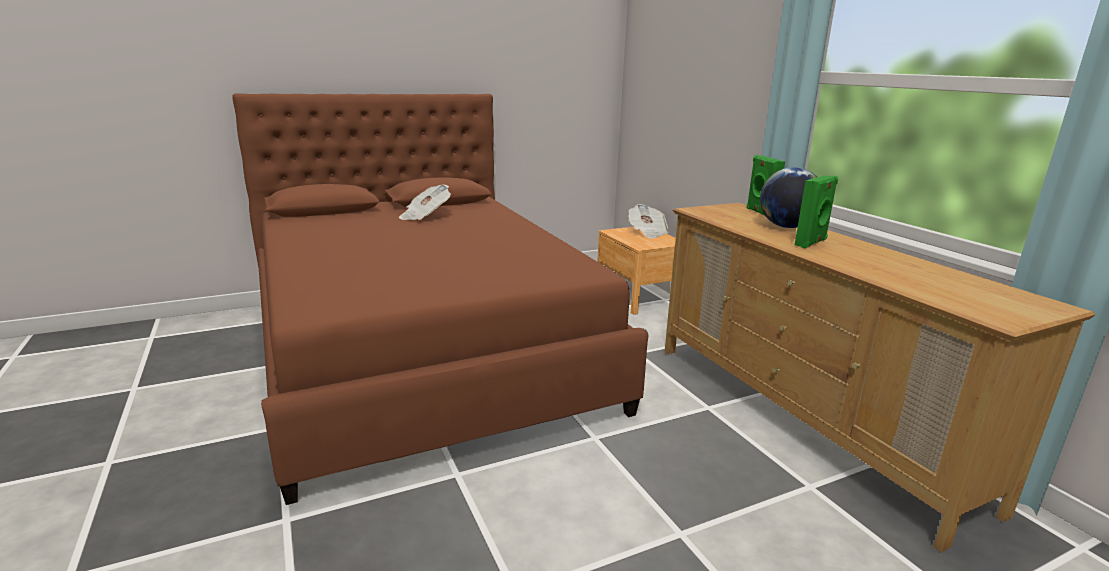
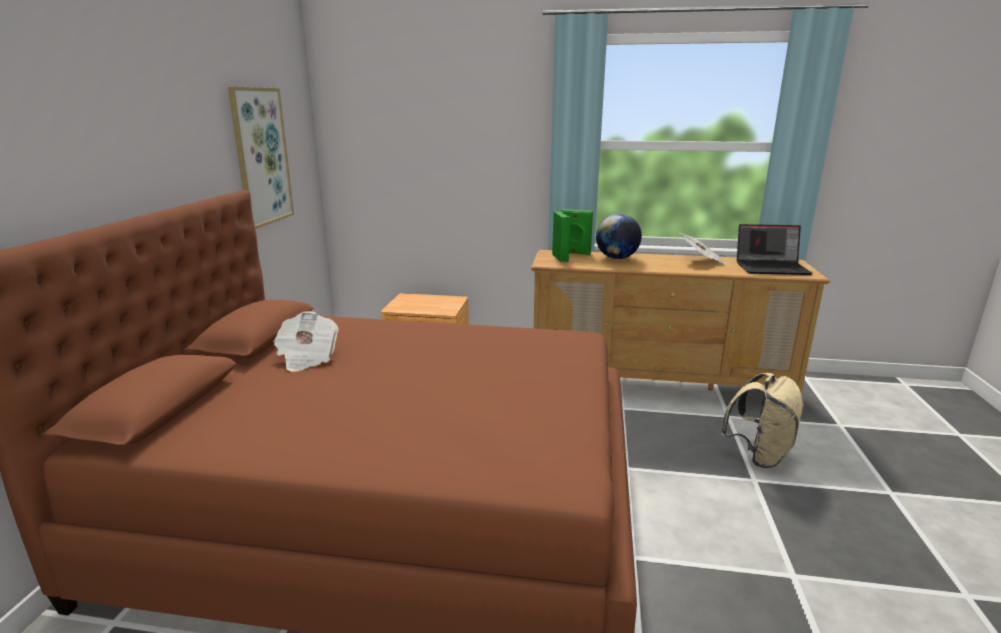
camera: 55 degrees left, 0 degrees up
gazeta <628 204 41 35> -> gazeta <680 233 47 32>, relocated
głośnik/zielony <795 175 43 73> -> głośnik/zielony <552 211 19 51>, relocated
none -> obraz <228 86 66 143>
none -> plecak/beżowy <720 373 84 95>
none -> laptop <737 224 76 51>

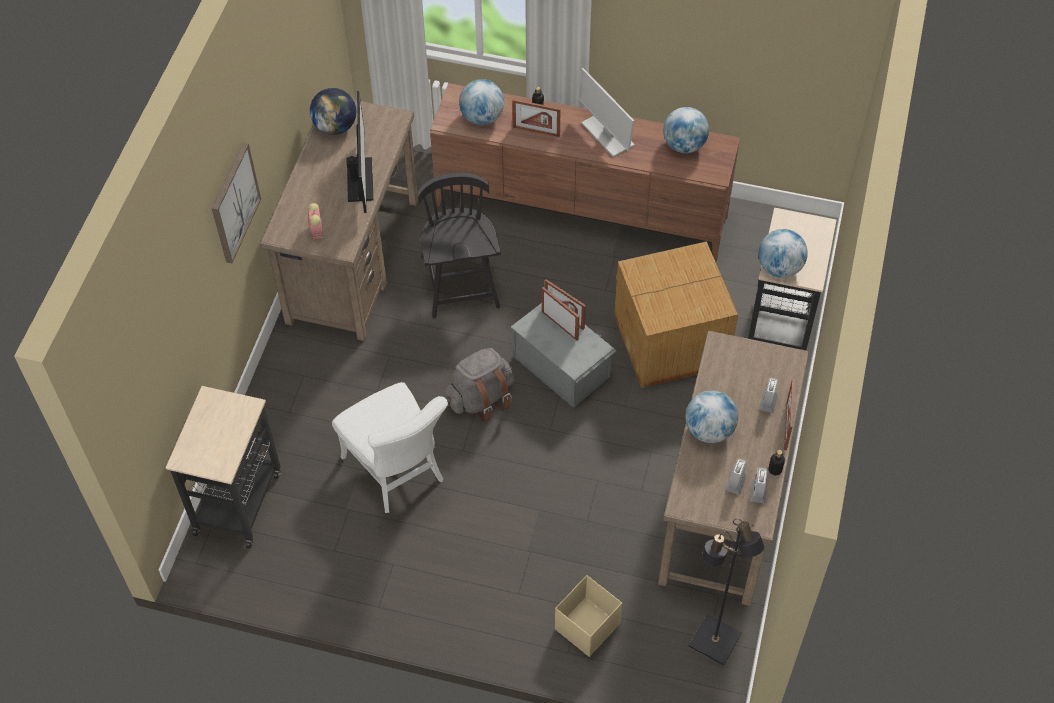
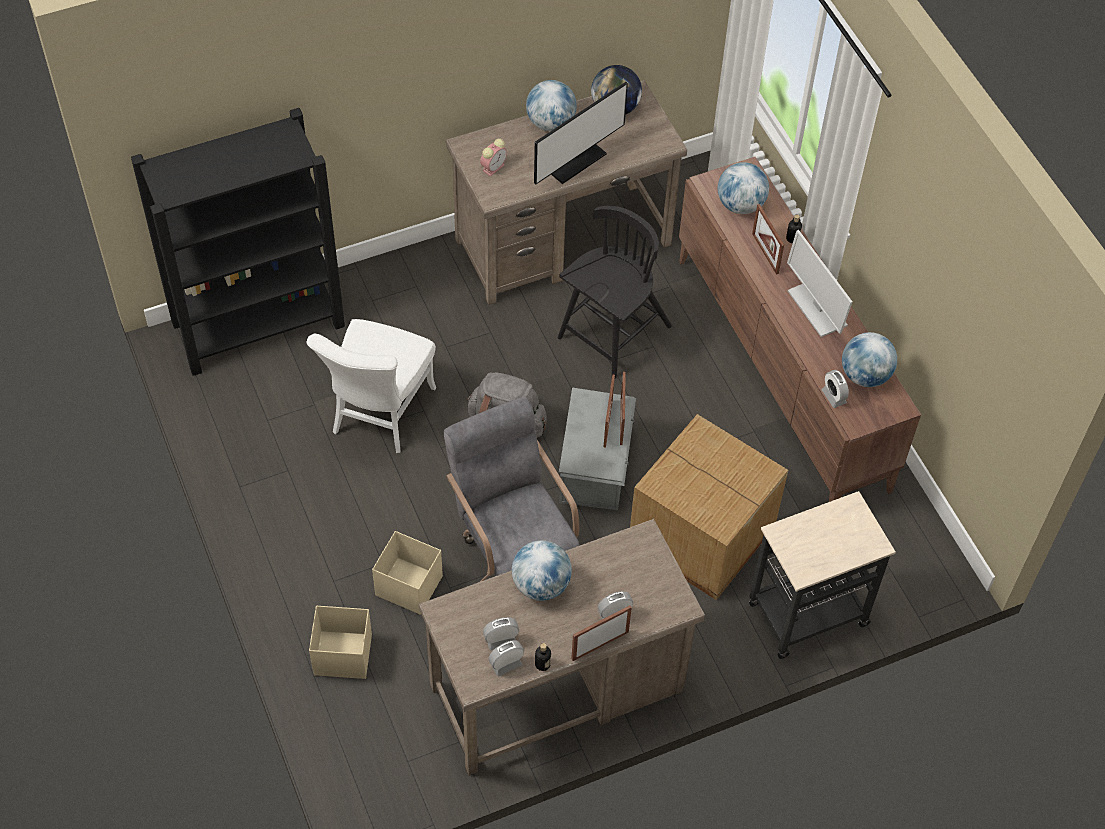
camera: 50 degrees right, 0 degrees up
wózek <165 386 117 163> -> regał/czarny <131 108 214 268>
obraz <212 143 49 120> -> none
monitor <578 68 57 89> -> monitor <787 230 65 107>, 45 degrees counterclockwise
lampa stojąca/czarny <689 518 75 147> -> none
globus <758 229 50 49> -> globus <526 80 51 51>, relocated
none -> pojemnik do przechowywania/beżowy <372 531 71 84>
none -> krzesło biurowe/szary <443 397 137 185>
none -> budzik <821 370 28 38>

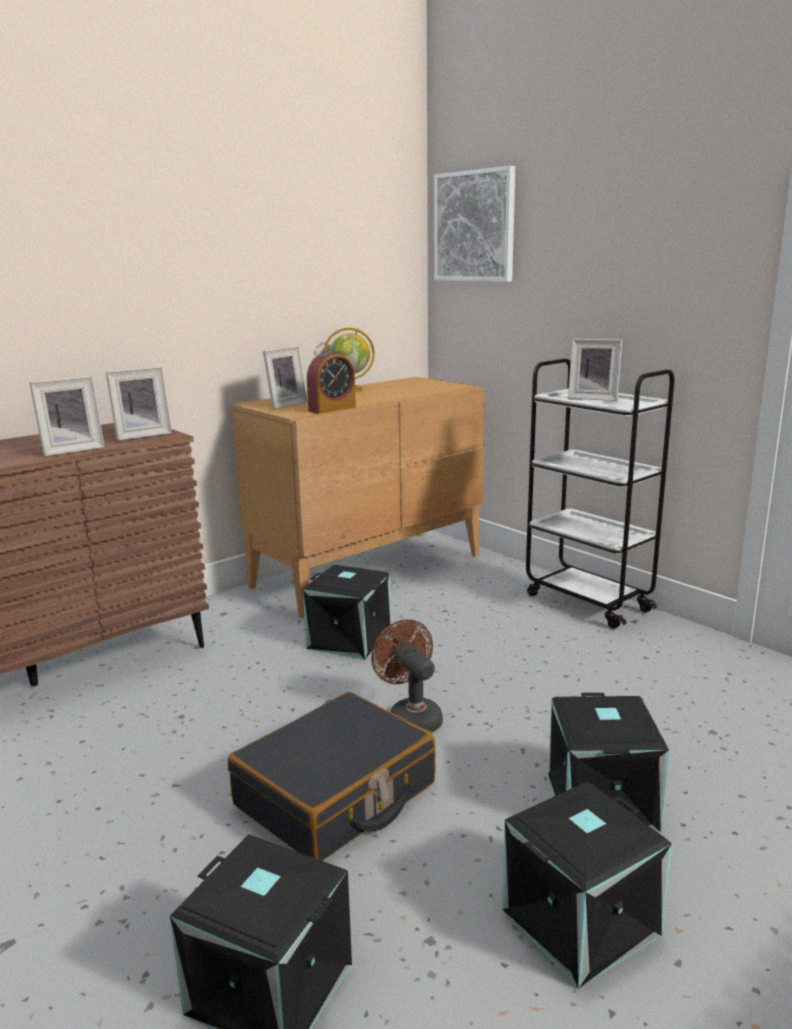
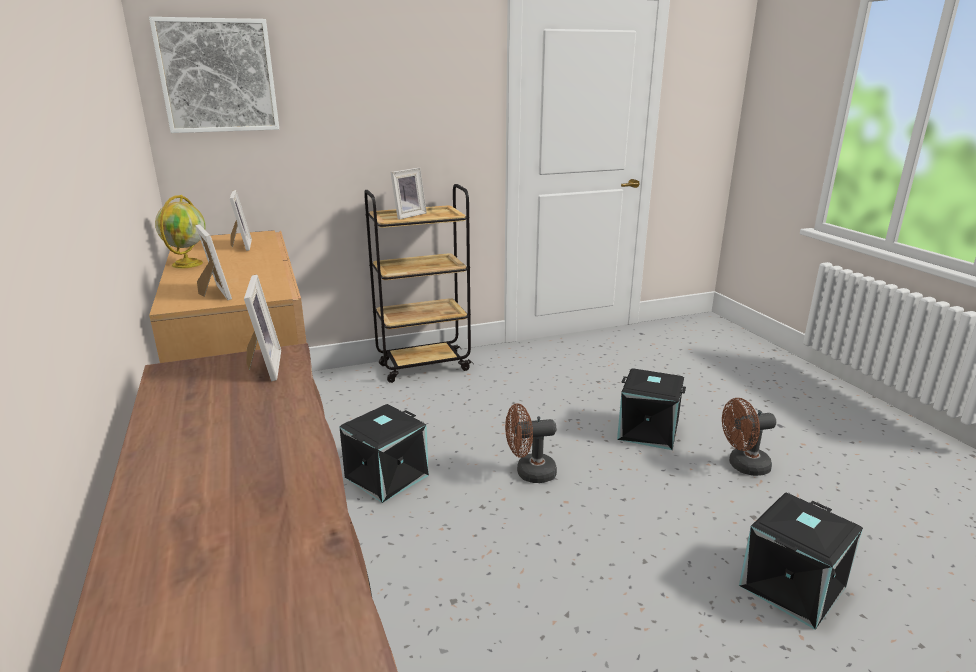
camera: 70 degrees left, 5 degrees up
ramka na zdjęcie <29 376 76 81> -> ramka na zdjęcie <229 190 23 61>, relocated
walizka/czarny <228 692 208 169> -> none
budzik <307 350 49 64> -> none
pojemnik do przechowywania/czarny <502 781 170 208> -> wentylator/brązowy <722 398 54 78>
wózek/biały <526 359 148 270> -> wózek/brązowy <364 184 109 199>

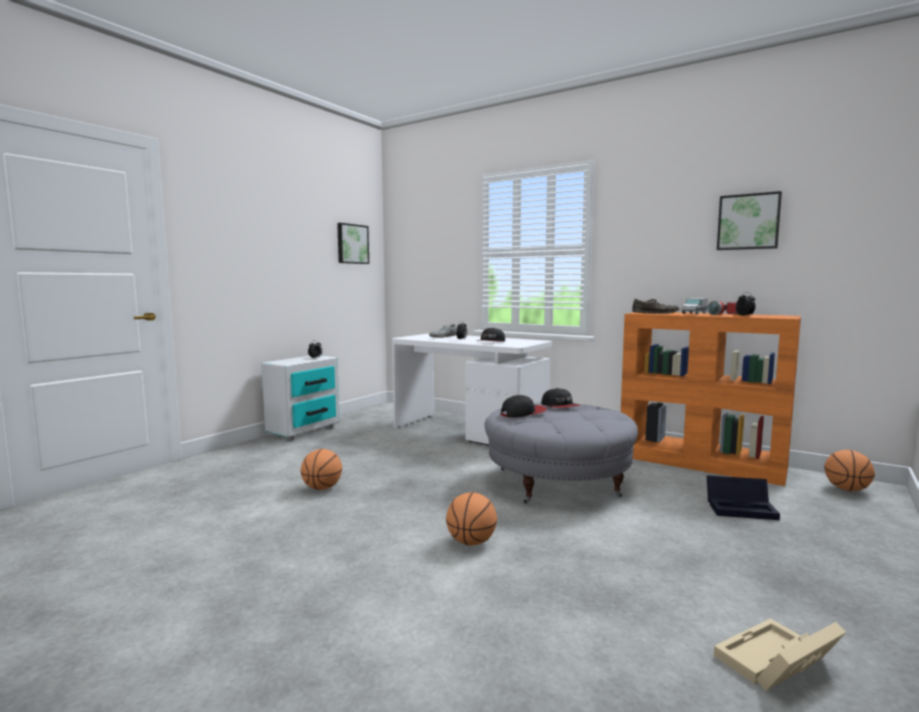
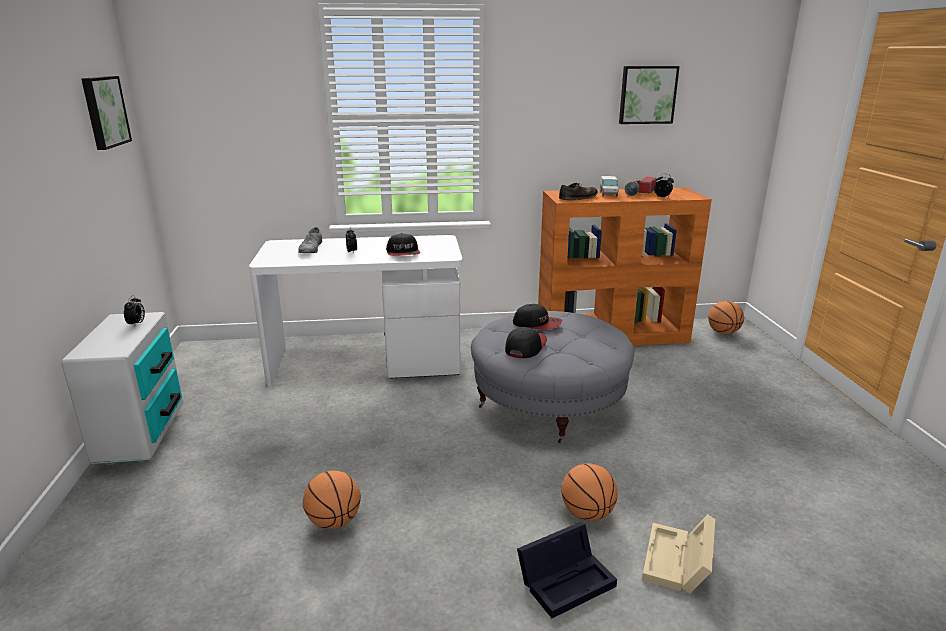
camera: 40 degrees left, 15 degrees up
pojemnik do przechowywania/czarny <707 476 73 44> -> pojemnik do przechowywania/czarny <517 522 100 96>, relocated
pojemnik do przechowywania/beżowy <714 619 132 72> -> pojemnik do przechowywania/beżowy <642 514 73 79>, relocated

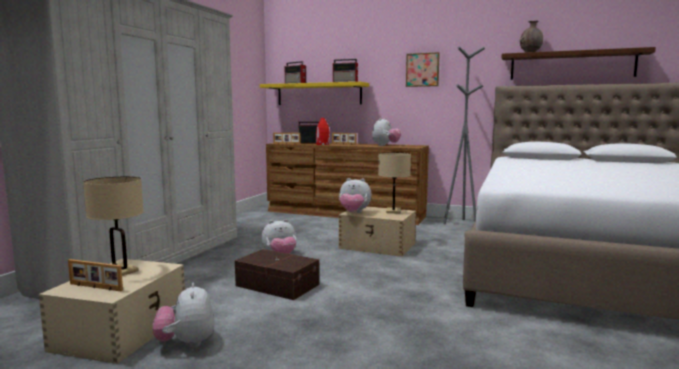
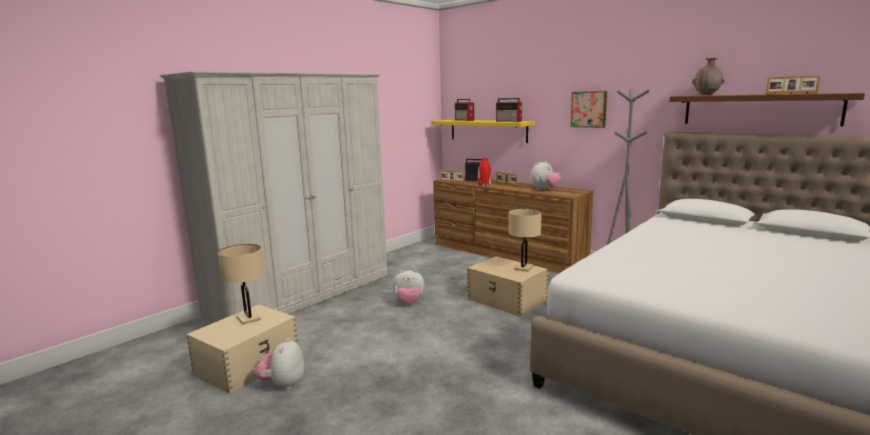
camera: 20 degrees right, 5 degrees up
ramka na zdjęcie <68 259 55 32> -> ramka na zdjęcie <766 76 54 19>, relocated
pojemnik do przechowywania/brązowy <235 249 84 51> -> none
pluszak <339 178 33 35> -> none

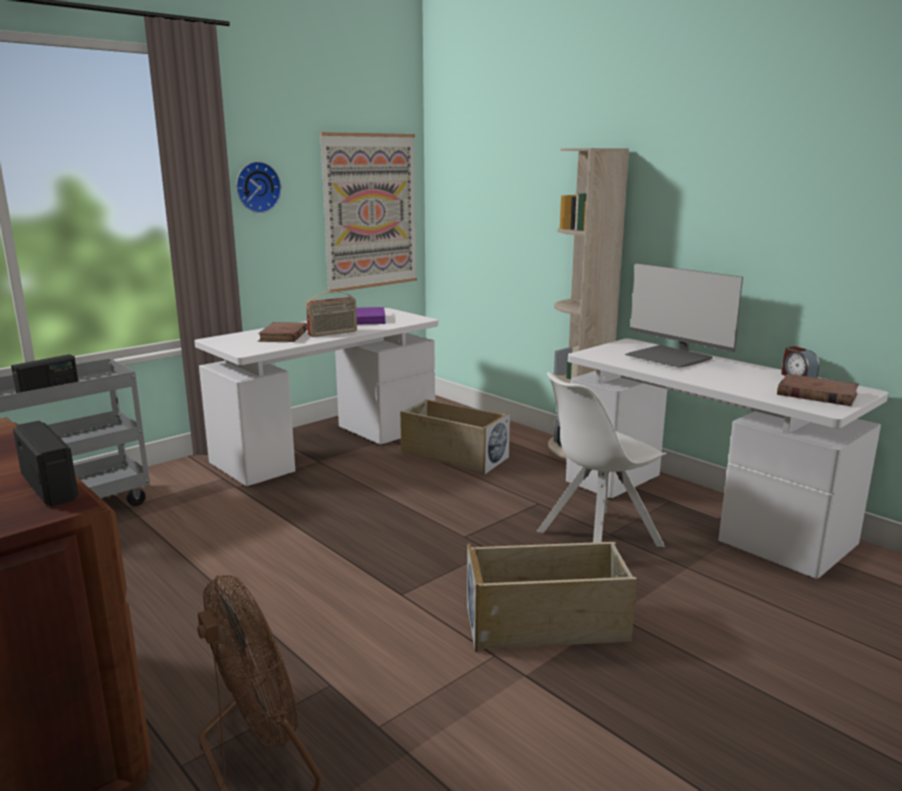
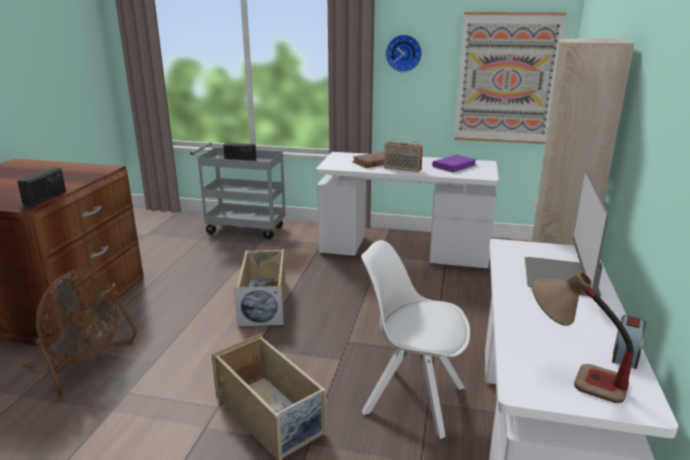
camera: 55 degrees right, 5 degrees up
pojemnik do przechowywania/beżowy <400 399 110 75> -> pojemnik do przechowywania/beżowy <234 249 52 78>, relocated
książka/brązowy <777 374 82 32> -> lampa stołowa <532 272 102 131>

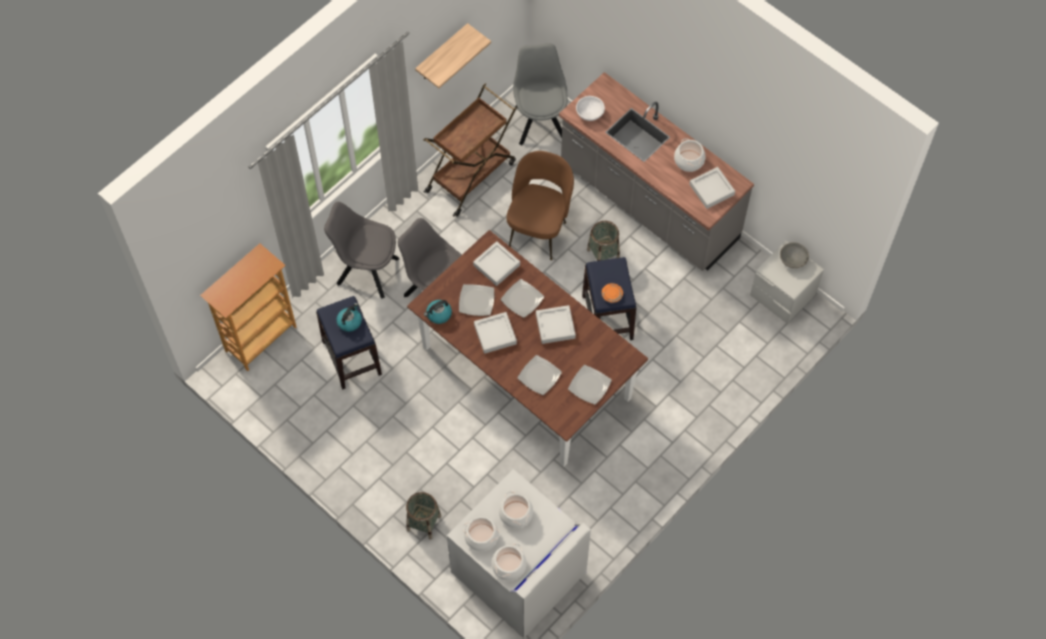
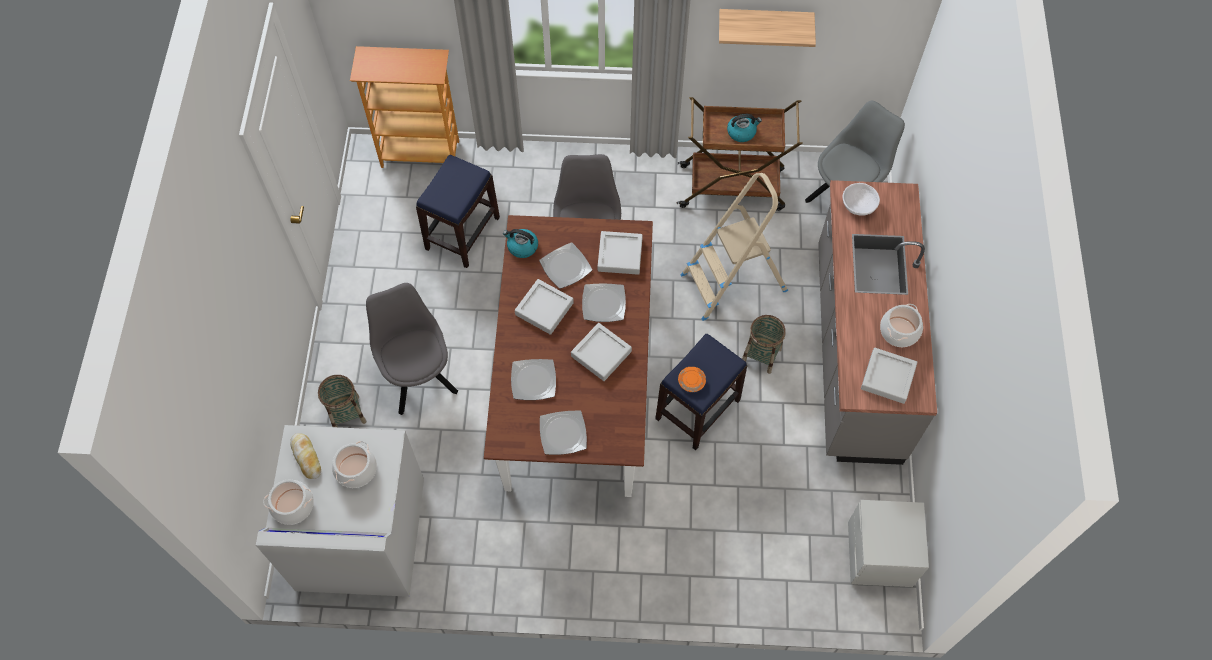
camera: 50 degrees right, 0 degrees up
krzesło/szary <324 202 75 96> -> krzesło/szary <366 283 92 132>, relocated
czajnik <336 303 26 29> -> czajnik <727 114 35 28>, relocated
garnek <463 516 37 36> -> chleb <290 433 31 46>
krzesło/brązowy <506 151 68 109> -> drabinka/beżowy <681 173 107 148>
miska/szary <780 242 29 26> -> none

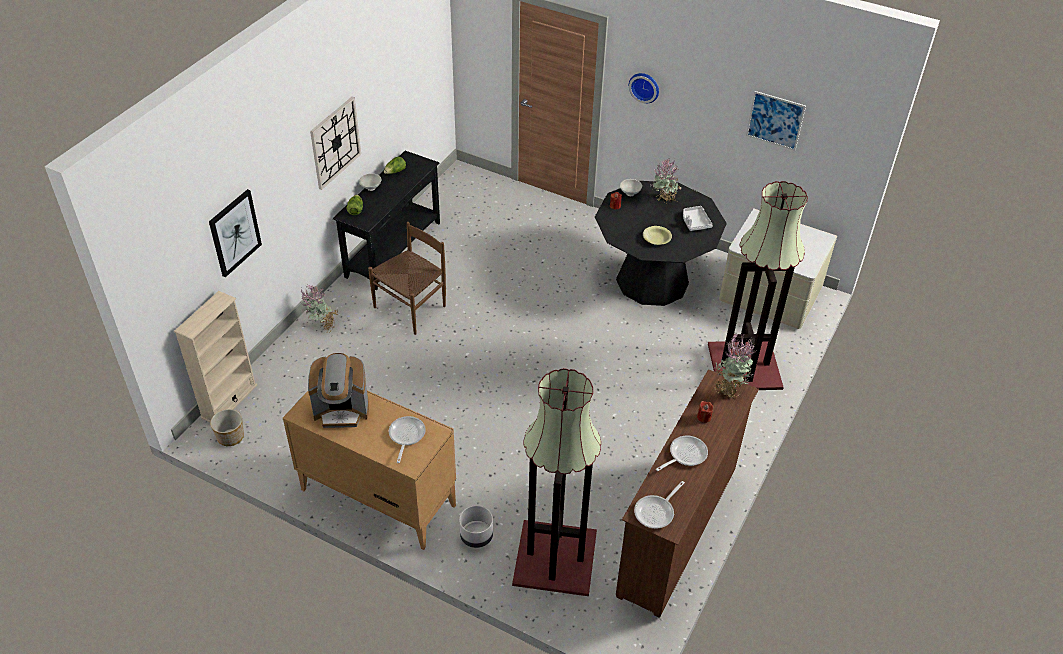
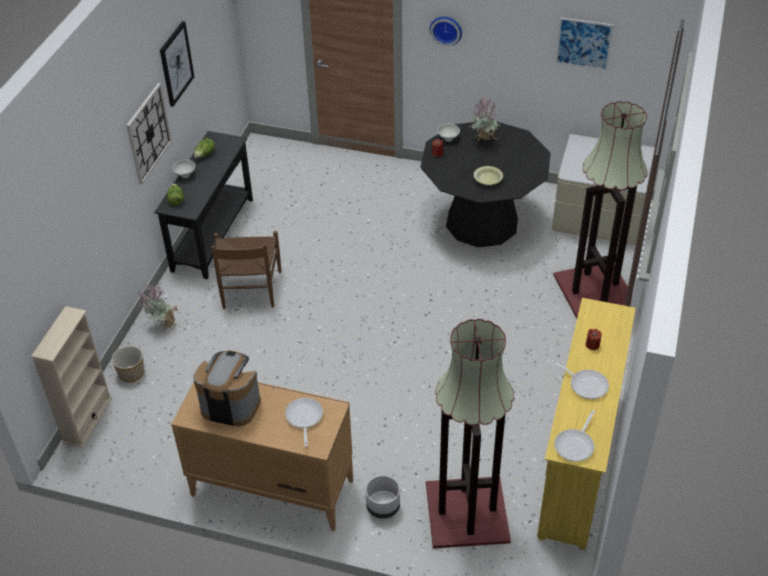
camera: 10 degrees left, 0 degrees up
obraz <209 189 53 88> -> obraz <160 21 34 86>, relocated
donica <210 409 34 37> -> donica <112 346 32 36>, relocated
ekspres do kawy <308 353 61 75> -> ekspres do kawy <193 351 68 75>, 150 degrees counterclockwise
krzesło/brązowy <368 222 78 113> -> krzesło/brązowy <212 231 69 78>, 150 degrees clockwise
komoda/brązowy <616 369 143 249> -> komoda/żółty <537 298 99 252>
patelnia <656 436 52 35> -> patelnia <551 360 58 39>, 90 degrees clockwise
taca/szary <683 206 30 25> -> none
roślina doniczkowa <714 332 42 67> -> none

